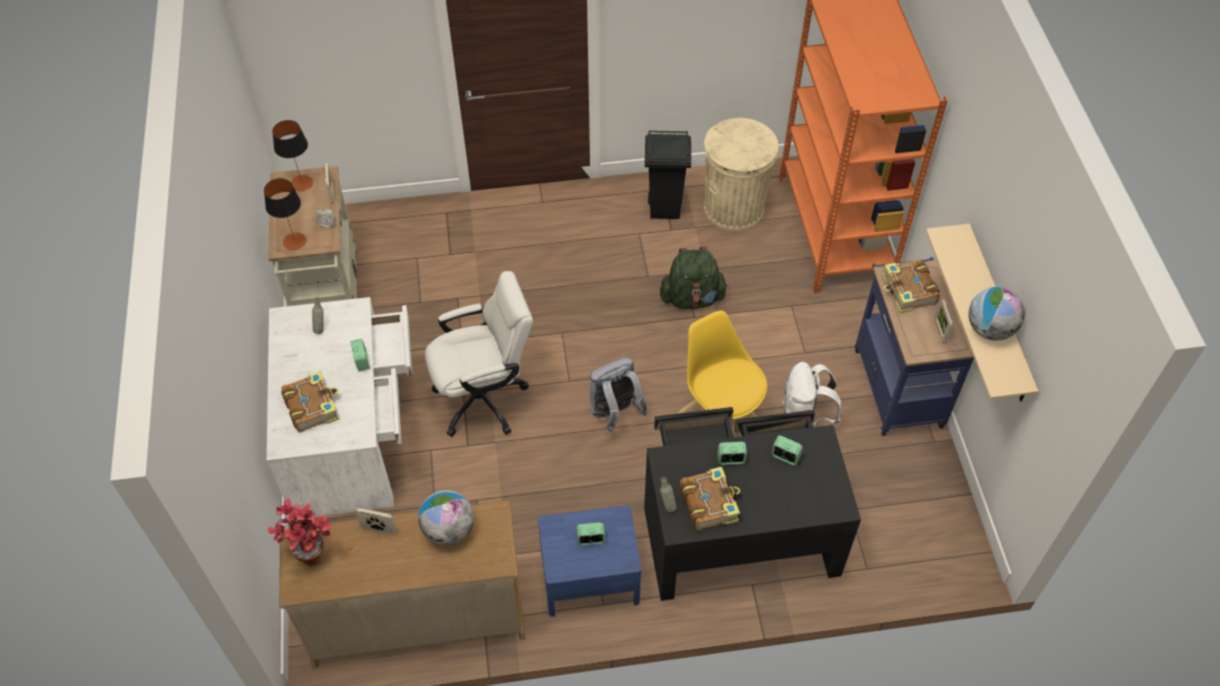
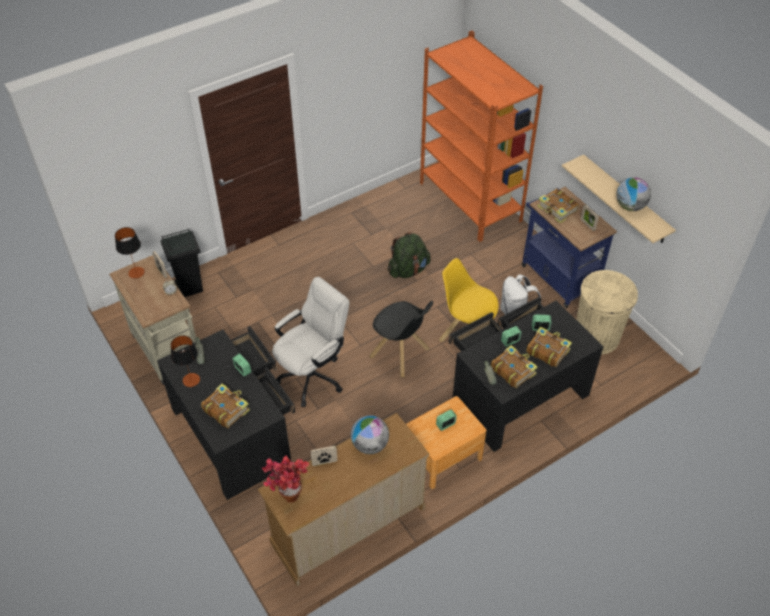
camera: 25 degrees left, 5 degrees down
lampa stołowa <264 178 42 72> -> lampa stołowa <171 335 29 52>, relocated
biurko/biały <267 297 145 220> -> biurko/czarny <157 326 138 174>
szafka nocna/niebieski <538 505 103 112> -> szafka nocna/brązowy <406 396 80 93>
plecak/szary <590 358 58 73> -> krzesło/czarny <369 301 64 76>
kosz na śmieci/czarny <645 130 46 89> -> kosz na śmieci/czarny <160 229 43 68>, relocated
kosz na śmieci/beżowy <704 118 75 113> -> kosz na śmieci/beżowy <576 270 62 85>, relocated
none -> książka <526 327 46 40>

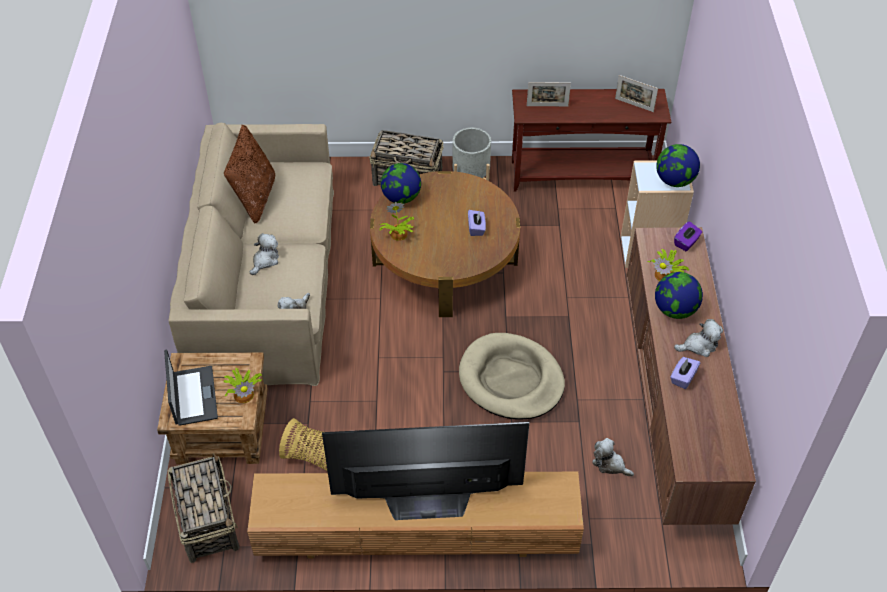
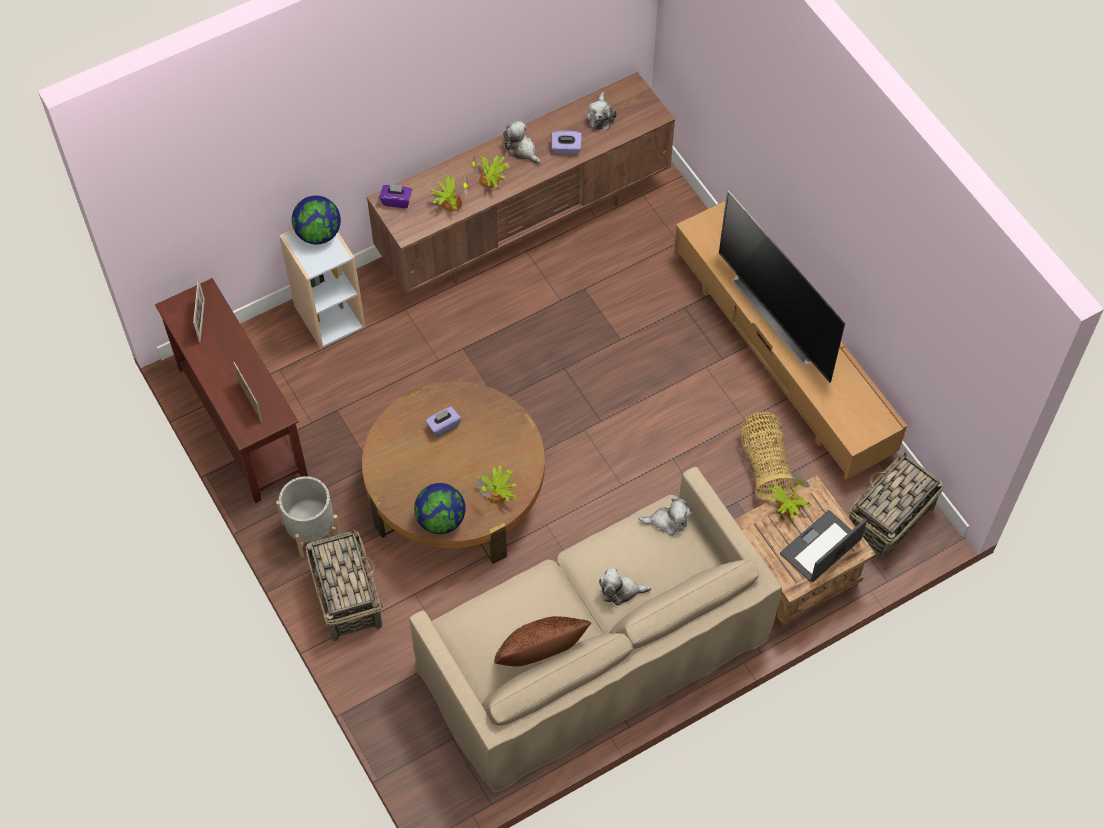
camera: 120 degrees left, 10 degrees up
legowisko/beżowy <459 333 106 87> -> none
pluszak <592 438 42 38> -> pluszak <586 92 31 38>, relocated
globus <655 272 48 47> -> roślina doniczkowa <471 154 38 34>

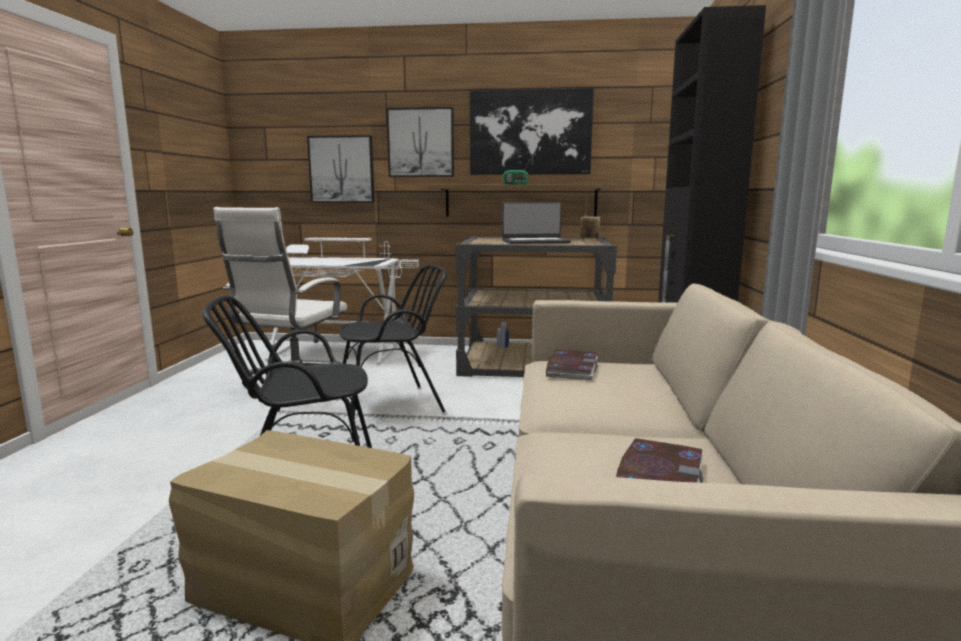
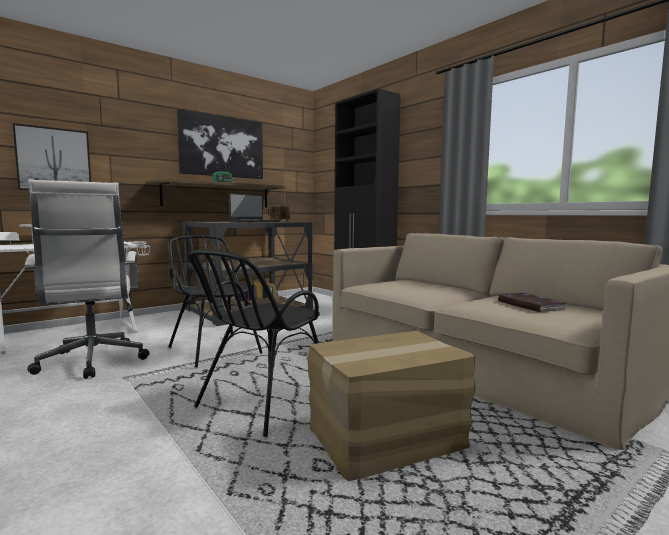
camera: 45 degrees left, 5 degrees down
krzesło/czarny <336 264 111 156> -> krzesło/czarny <167 235 96 134>, 60 degrees counterclockwise
obraz <387 107 67 70> -> none
książka <546 350 52 30> -> none

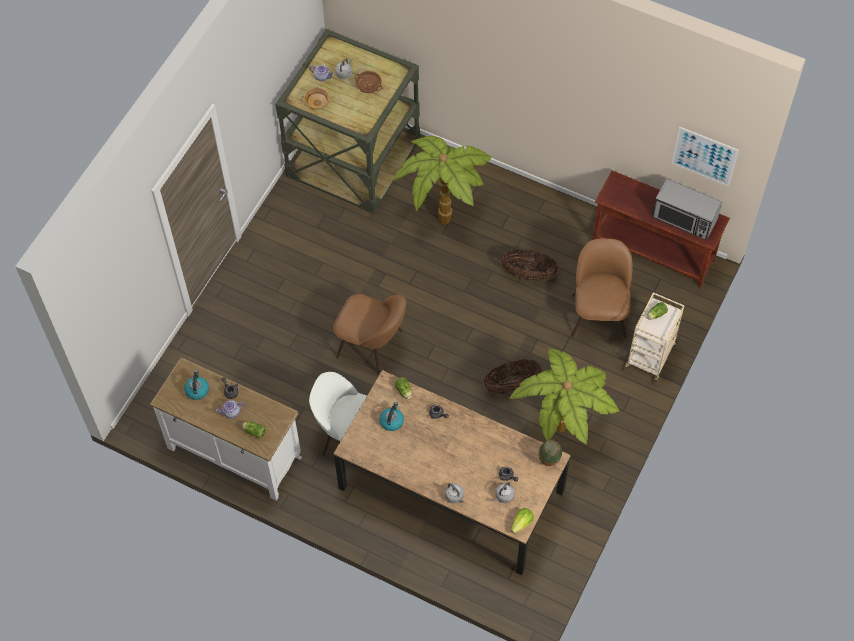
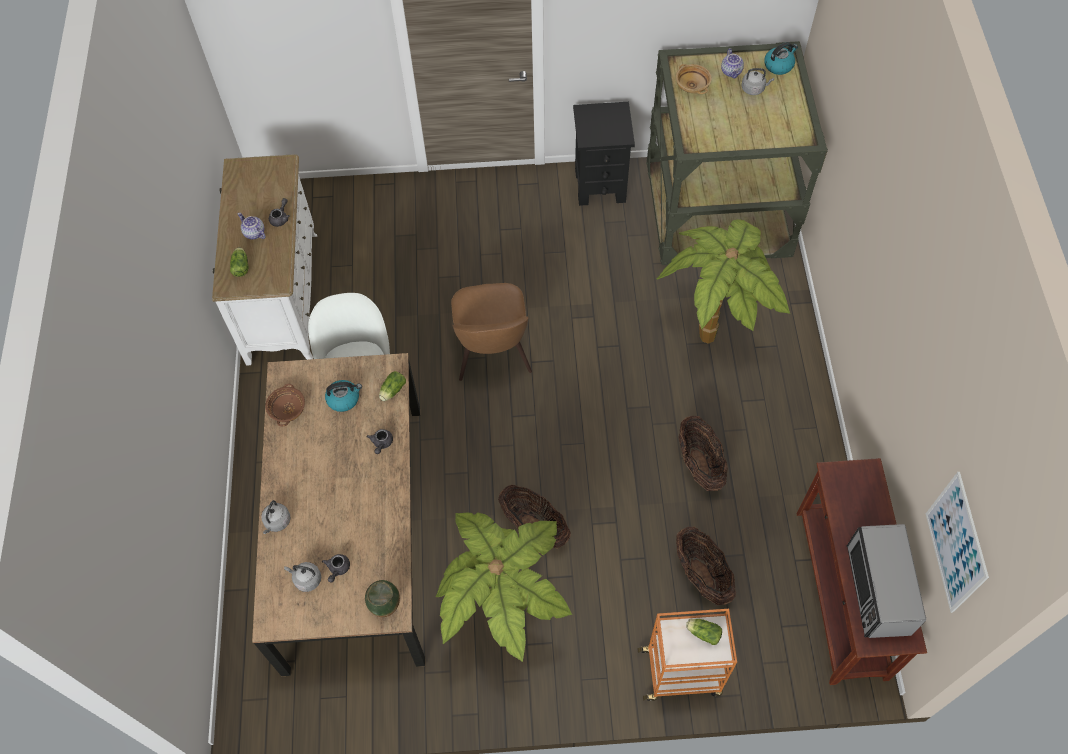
camera: 60 degrees right, 0 degrees up
czajnik <184 370 25 30> -> czajnik <764 42 34 33>, relocated
miska/brązowy <355 71 28 22> -> miska/brązowy <265 384 40 42>, relocated
sałata <511 508 23 26> -> none
krzesło/brązowy <571 238 62 101> -> koszyk <676 527 60 78>
wózek/beżowy <624 292 61 93> -> wózek/pomarańczowy <638 609 99 92>
none -> szafka nocna/czarny <573 102 62 104>

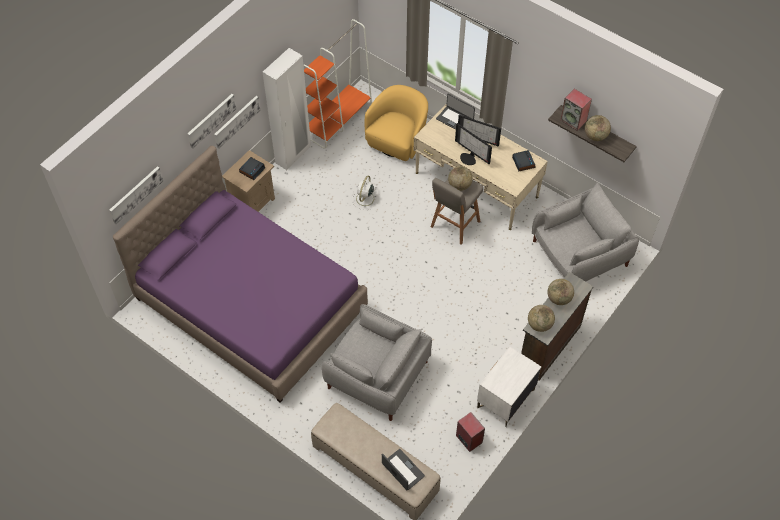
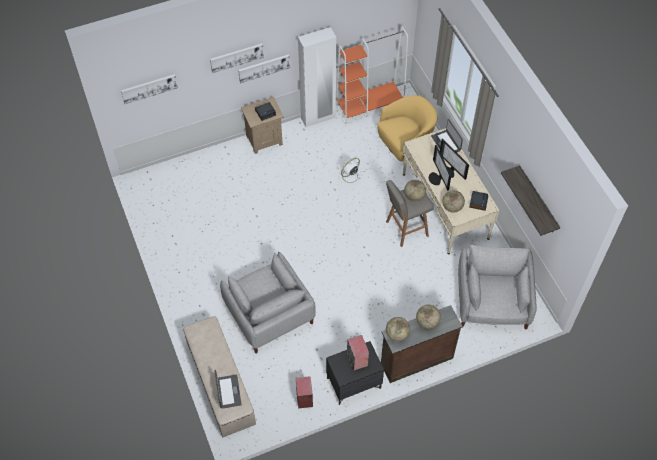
camera: 30 degrees right, 0 degrees up
łóżko/fioletowy <113 146 255 256> -> none
szafka nocna/biały <477 347 64 80> -> szafka nocna/czarny <326 341 58 64>
fotel/szary <532 182 107 99> -> fotel/szary <458 245 79 84>, 90 degrees counterclockwise
głośnik <560 89 32 42> -> głośnik <347 335 22 36>, relocated
globus <585 115 26 26> -> globus <442 190 23 23>, relocated

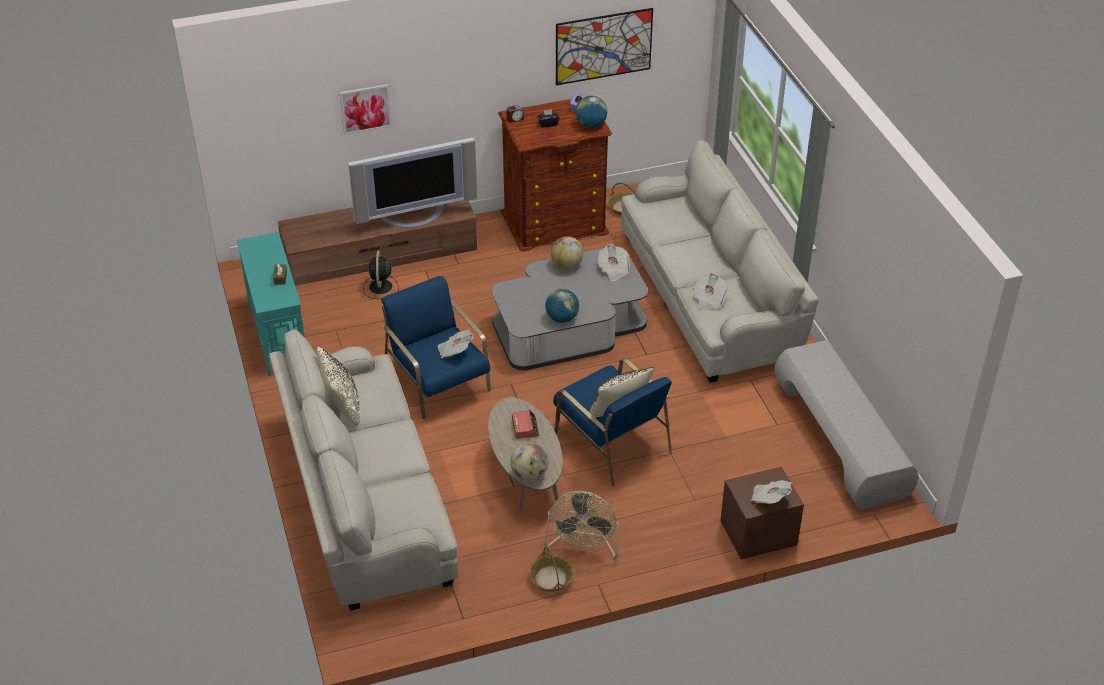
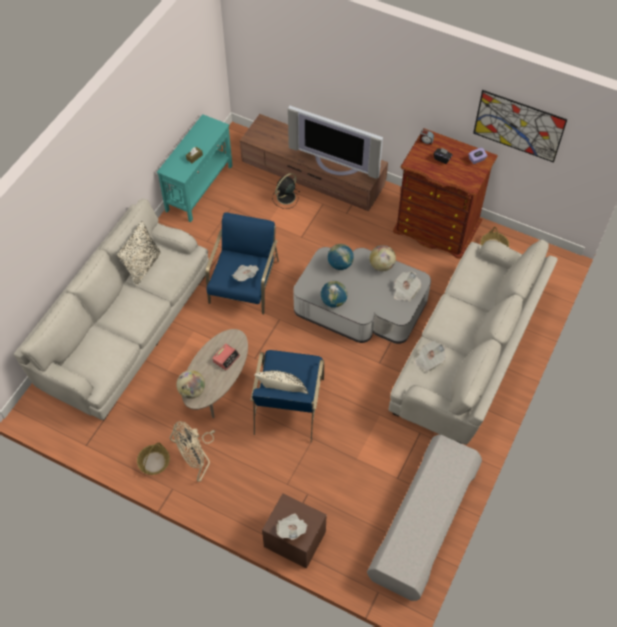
camera: 45 degrees right, 15 degrees up
obraz <340 84 52 51> -> none
globus <575 96 32 32> -> globus <328 244 26 26>, relocated

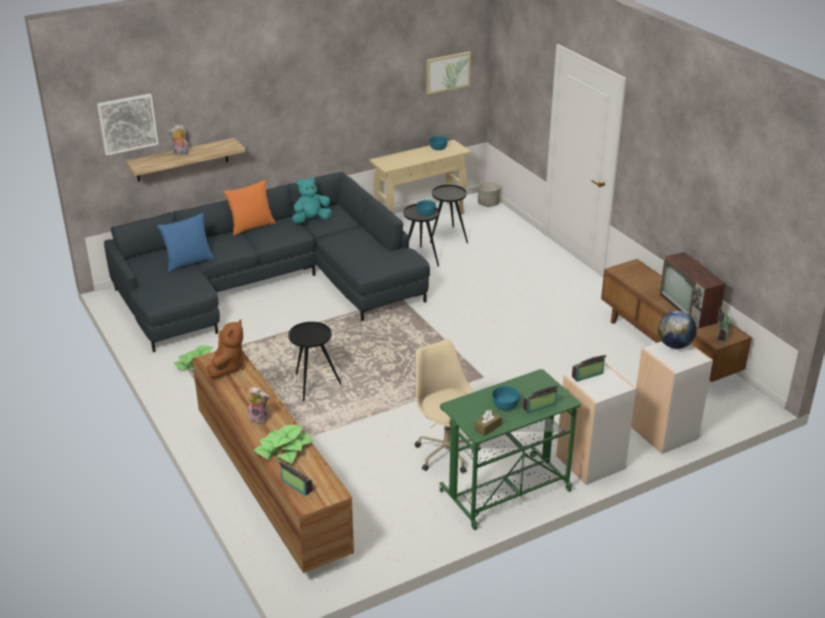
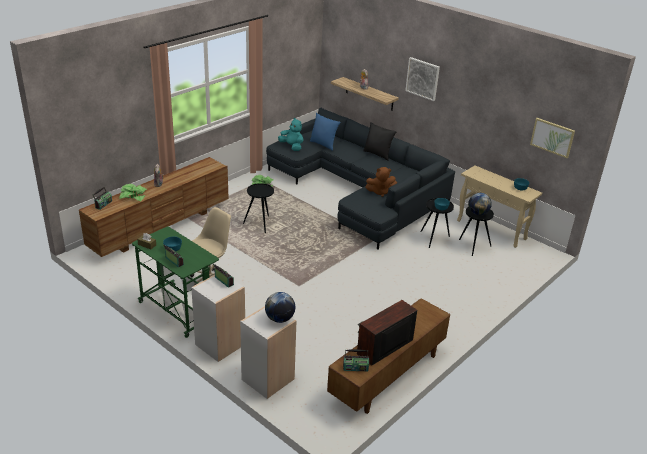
camera: 70 degrees right, 0 degrees up
obraz <97 93 62 63> -> obraz <405 57 35 44>, relocated
pluszak/brązowy <207 319 38 60> -> pluszak/brązowy <366 167 31 30>, relocated
poduszka/pomarańczowy <224 180 52 56> -> poduszka/czarny <363 122 34 39>
pluszak/turkusowy <292 177 40 46> -> pluszak/turkusowy <278 118 25 33>, relocated
donica/szary <478 181 22 26> -> none
none -> globus <468 193 24 22>

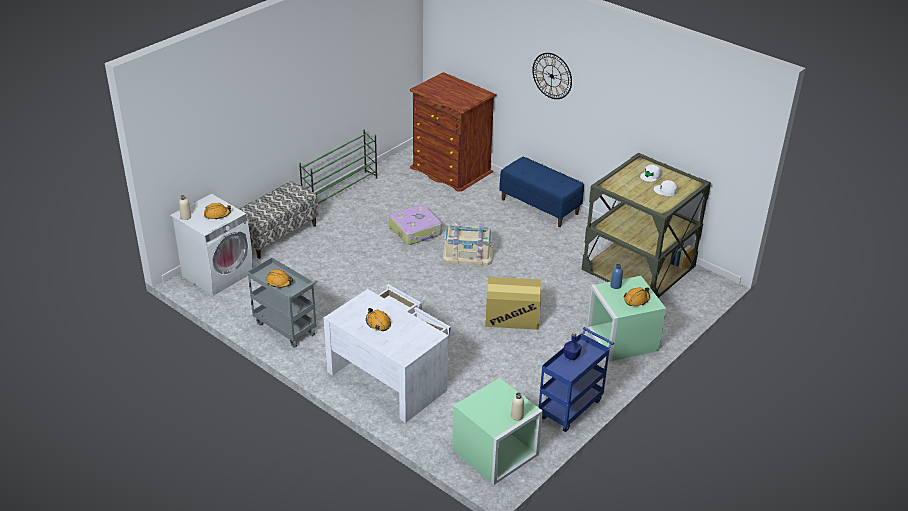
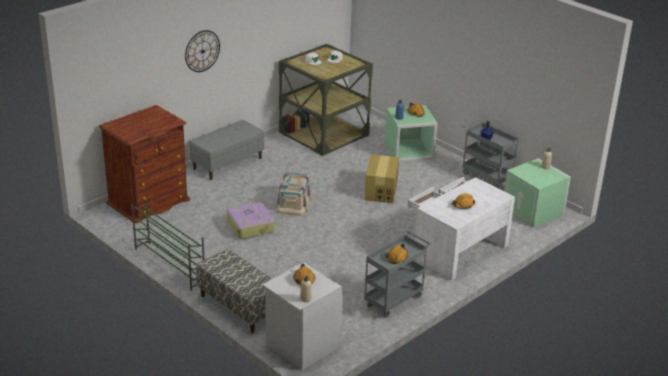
camera: 85 degrees left, 5 degrees down
ławka/niebieski <499 157 85 70> -> ławka/szary <190 120 74 60>
wózek/niebieski <539 327 75 105> -> wózek/szary <463 118 56 71>

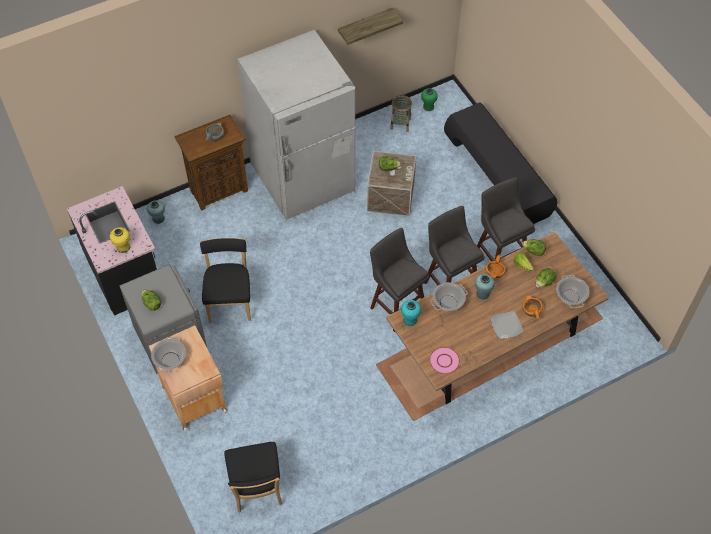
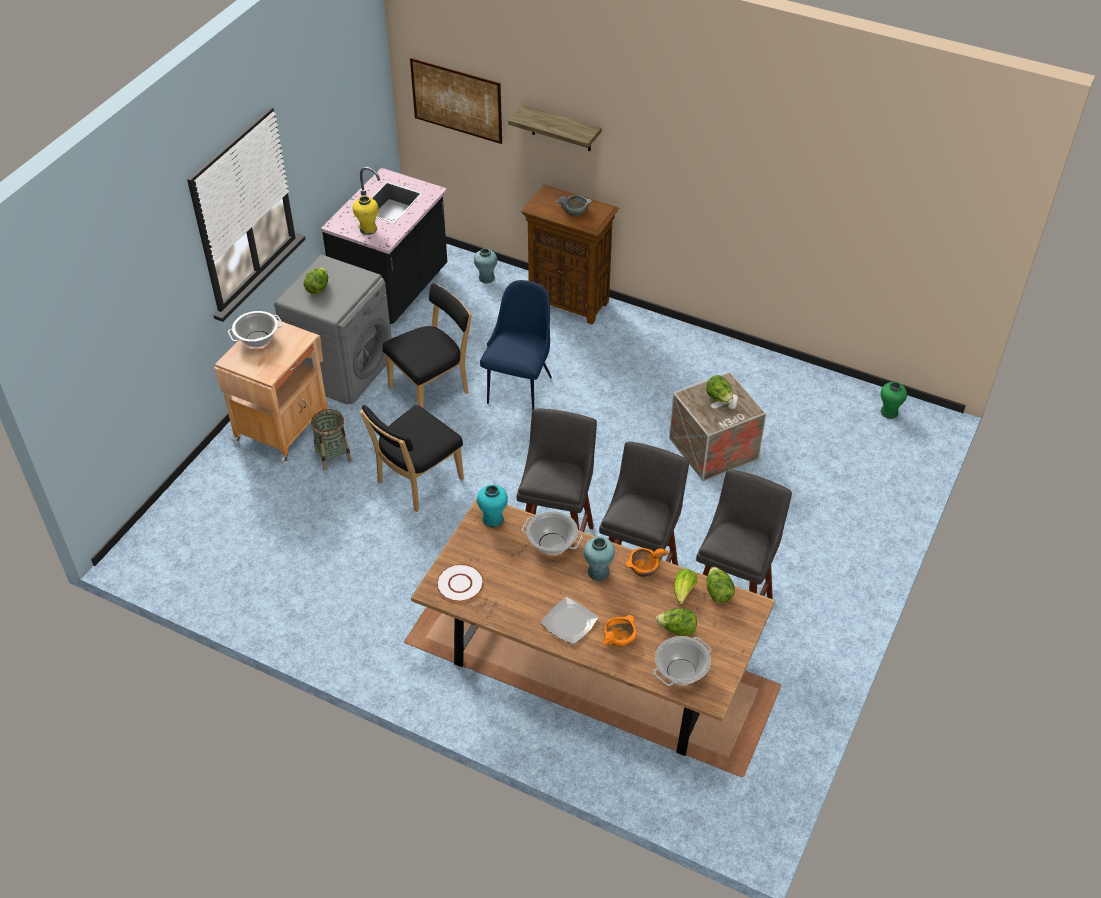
camera: 55 degrees right, 10 degrees down
krzesło/czarny <224 442 58 71> -> krzesło/czarny <360 405 104 107>, relocated
lodówka/biały <237 30 118 189> -> none
półka <338 8 65 37> -> półka <508 105 94 46>, relocated
koszyk <390 95 22 37> -> koszyk <311 409 41 61>, relocated
talerz/różowy <430 347 30 27> -> talerz/biały <437 564 47 38>
ławka/czarny <444 102 114 122> -> none
none -> obraz <410 58 92 86>
none -> krzesło/niebieski <480 280 72 130>

